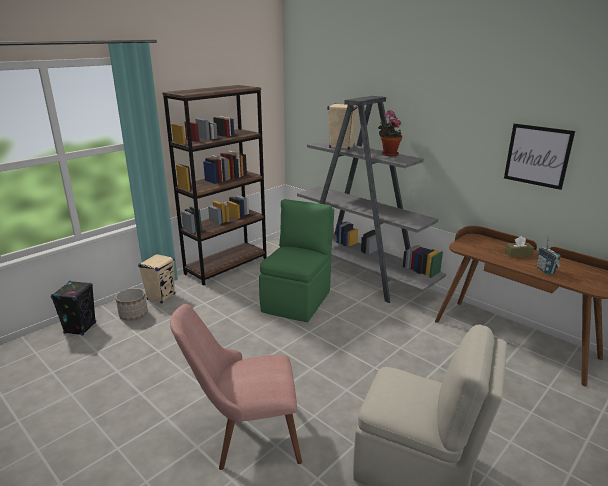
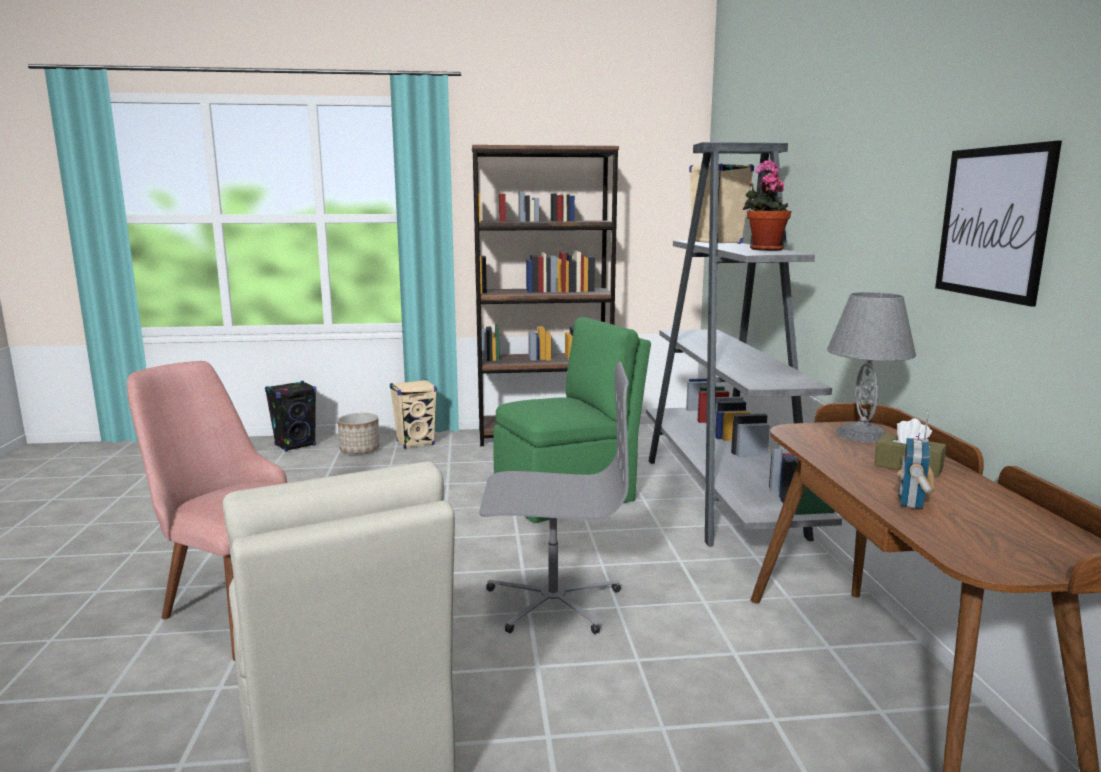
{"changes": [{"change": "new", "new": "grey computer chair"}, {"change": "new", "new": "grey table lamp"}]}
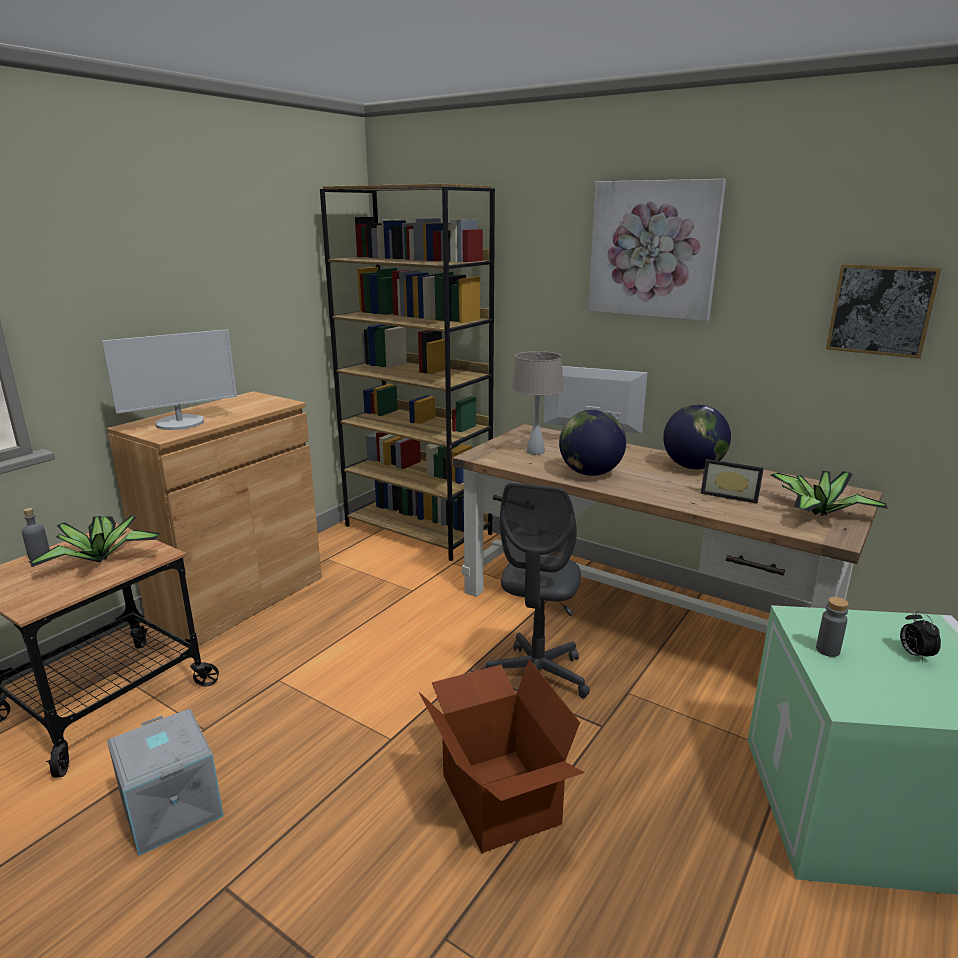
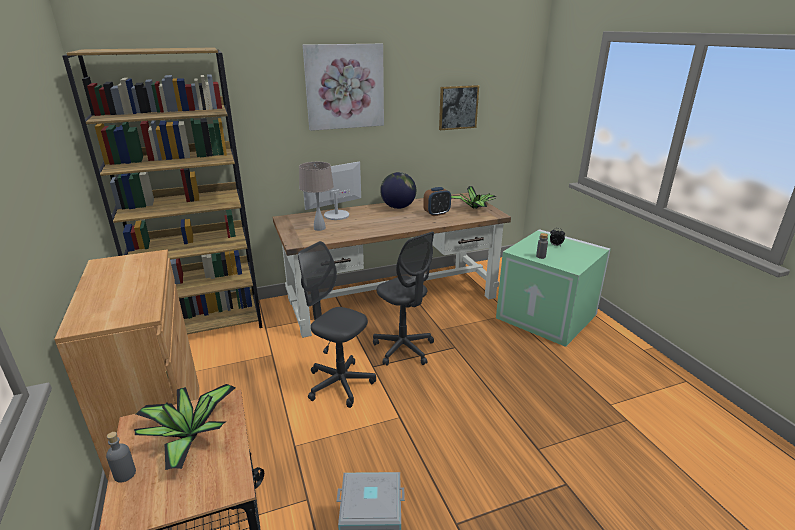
{"changes": [{"change": "new", "new": "grey computer chair (no. 1 from left)"}, {"change": "swapped", "old": "photo frame", "new": "alarm clock (no. 1 from left)"}, {"change": "gone", "old": "computer screen (no. 1 from left)"}, {"change": "gone", "old": "carton"}, {"change": "gone", "old": "globe (no. 1 from left)"}]}
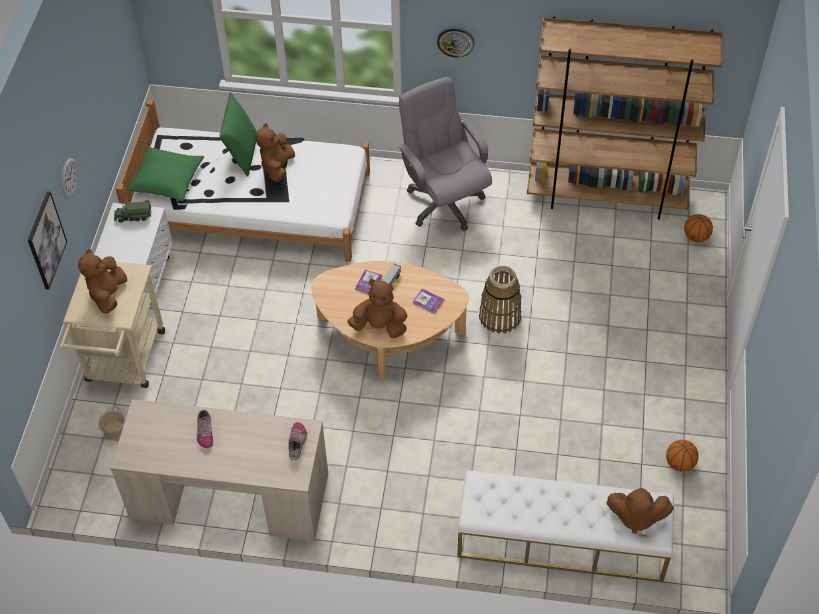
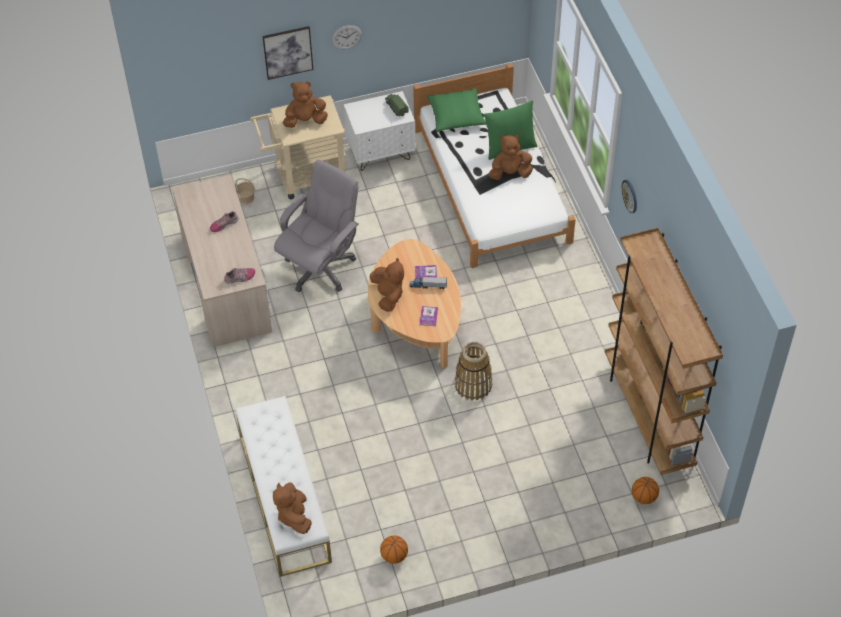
{"changes": [{"change": "shifted", "old": "grey computer chair"}]}
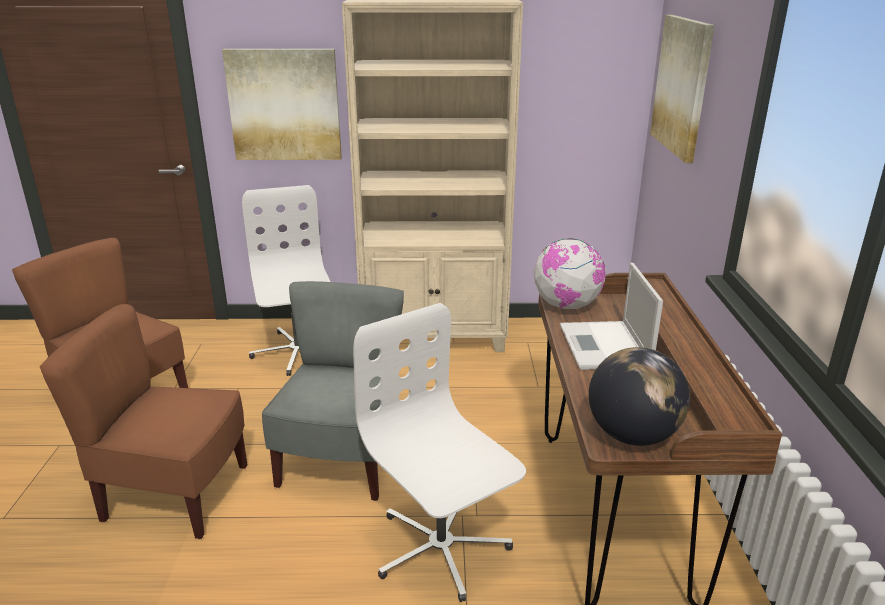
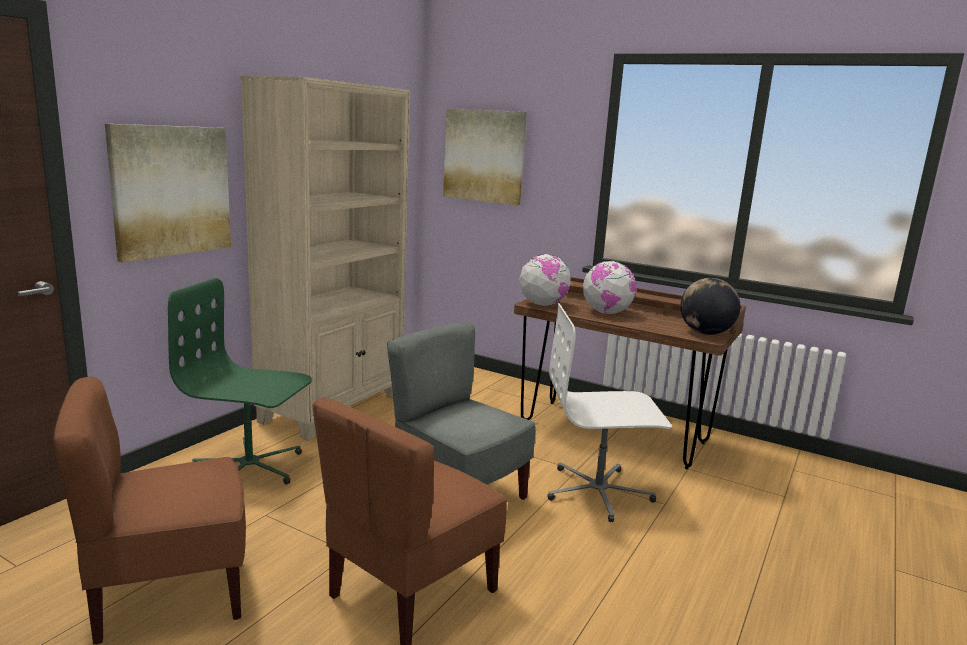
{"changes": [{"change": "repainted", "old": "whitish computer chair (no. 1 from left)", "new": "greenish computer chair"}, {"change": "swapped", "old": "laptop", "new": "globe (no. 2 from left)"}]}
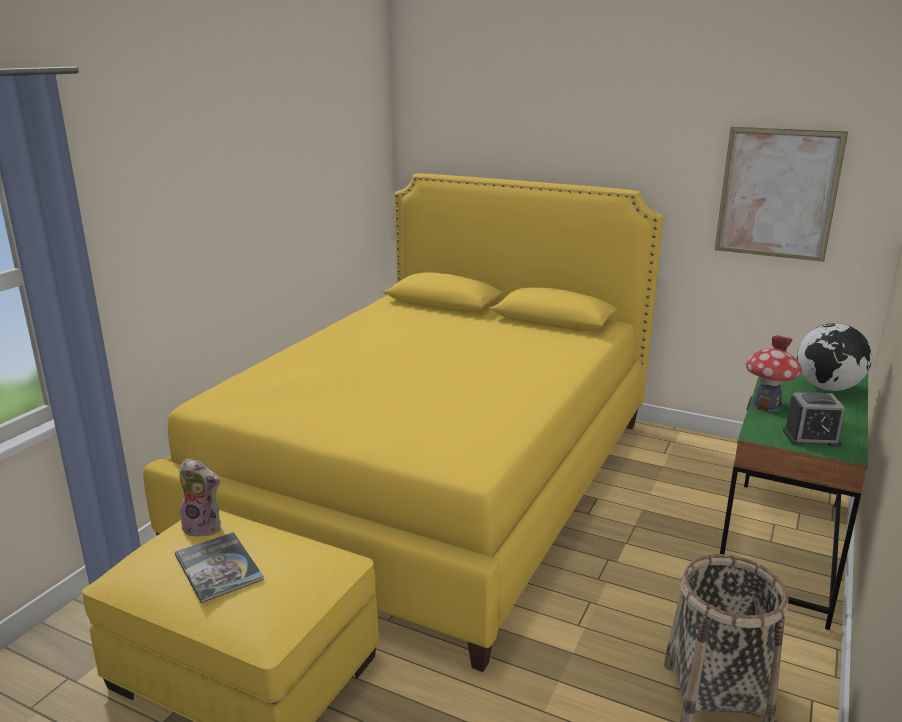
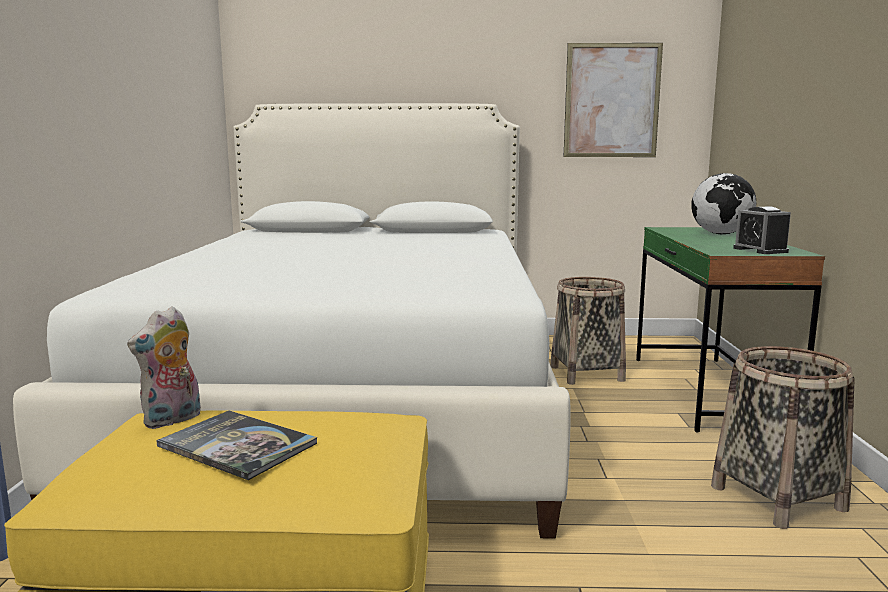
{"changes": [{"change": "repainted", "old": "yellow sleeping bed", "new": "whitish sleeping bed"}, {"change": "rotated", "old": "cuddly toy", "degrees": 135}, {"change": "new", "new": "household basket (no. 1 from left)"}, {"change": "rotated", "old": "alarm clock", "degrees": 90}, {"change": "gone", "old": "miniature house"}]}
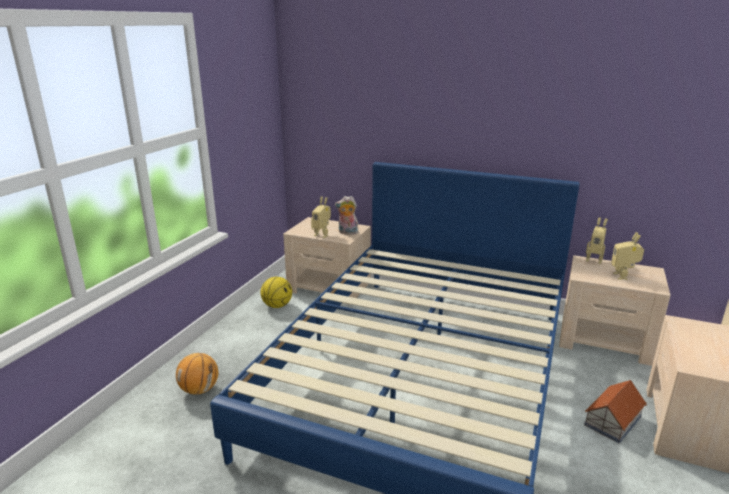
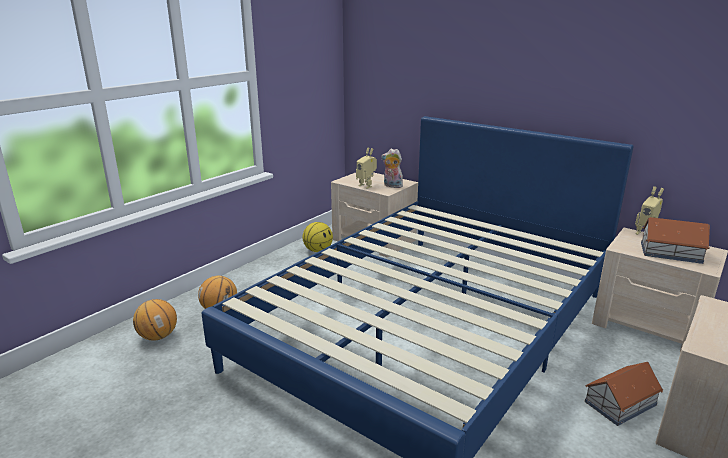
{"changes": [{"change": "new", "new": "basketball ball (no. 1 from left)"}, {"change": "swapped", "old": "robot figure (no. 3 from left)", "new": "miniature house (no. 2 from left)"}]}
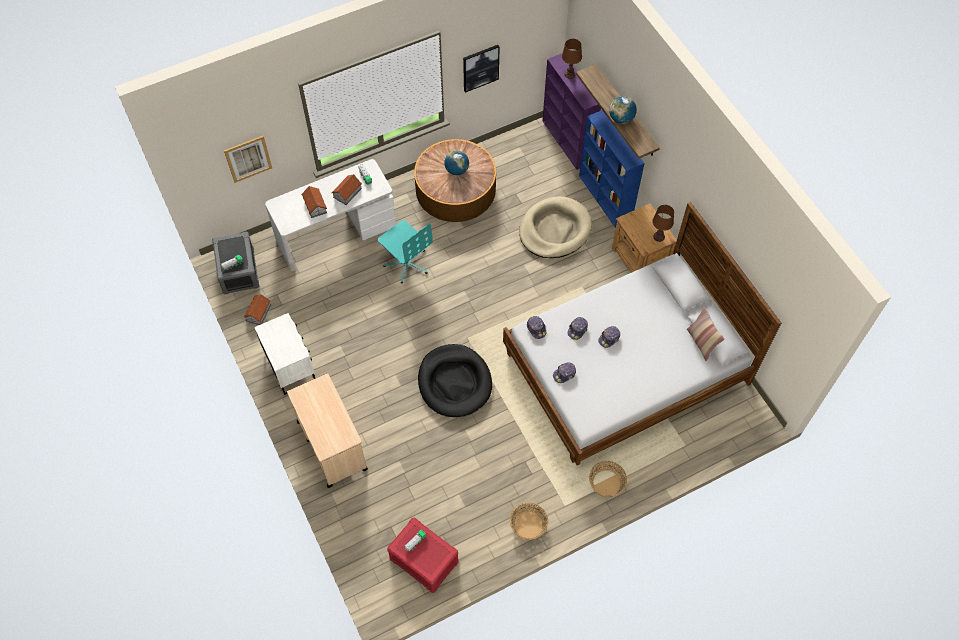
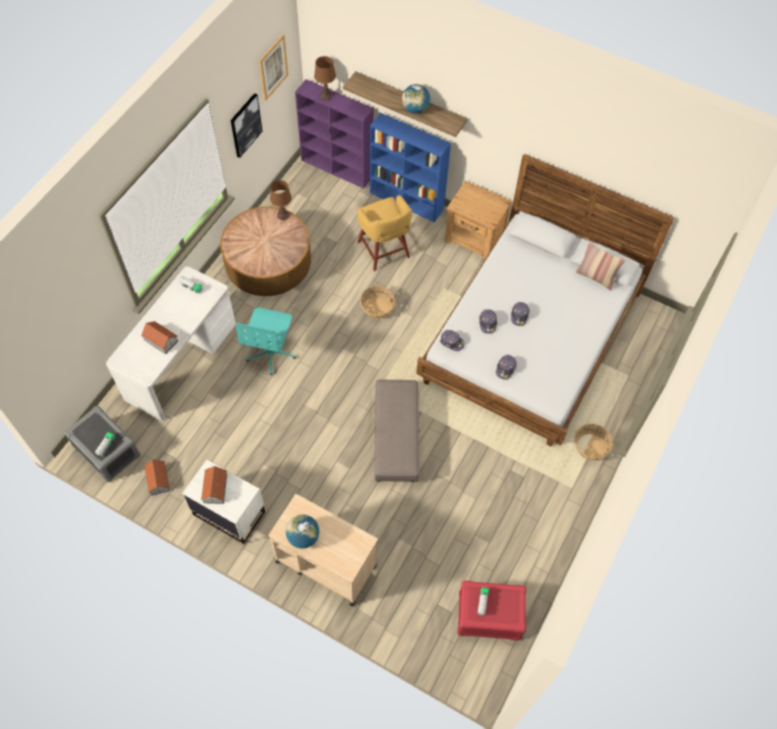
{"changes": [{"change": "shifted", "old": "miniature house (no. 3 from left)"}, {"change": "rotated", "old": "turquoise-coloured computer chair", "degrees": 90}, {"change": "shifted", "old": "wall art (no. 1 from left in the first image)", "new": "wall art (no. 2 from left)"}, {"change": "shifted", "old": "brownish table lamp (no. 2 from left in the first image)", "new": "brownish table lamp (no. 1 from left)"}, {"change": "shifted", "old": "globe (no. 1 from left)"}, {"change": "swapped", "old": "beige-coloured pet bed", "new": "yellow sitting stool"}, {"change": "shifted", "old": "household basket (no. 1 from left)"}, {"change": "swapped", "old": "black pet bed", "new": "grey ottoman"}]}
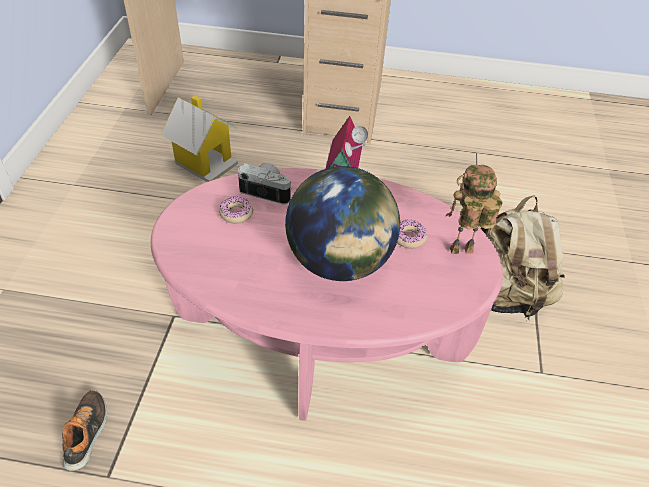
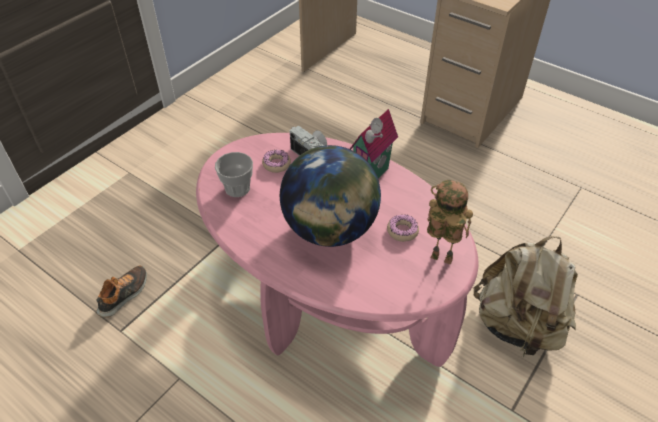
{"changes": [{"change": "new", "new": "drinking cup"}, {"change": "gone", "old": "miniature house (no. 1 from left)"}]}
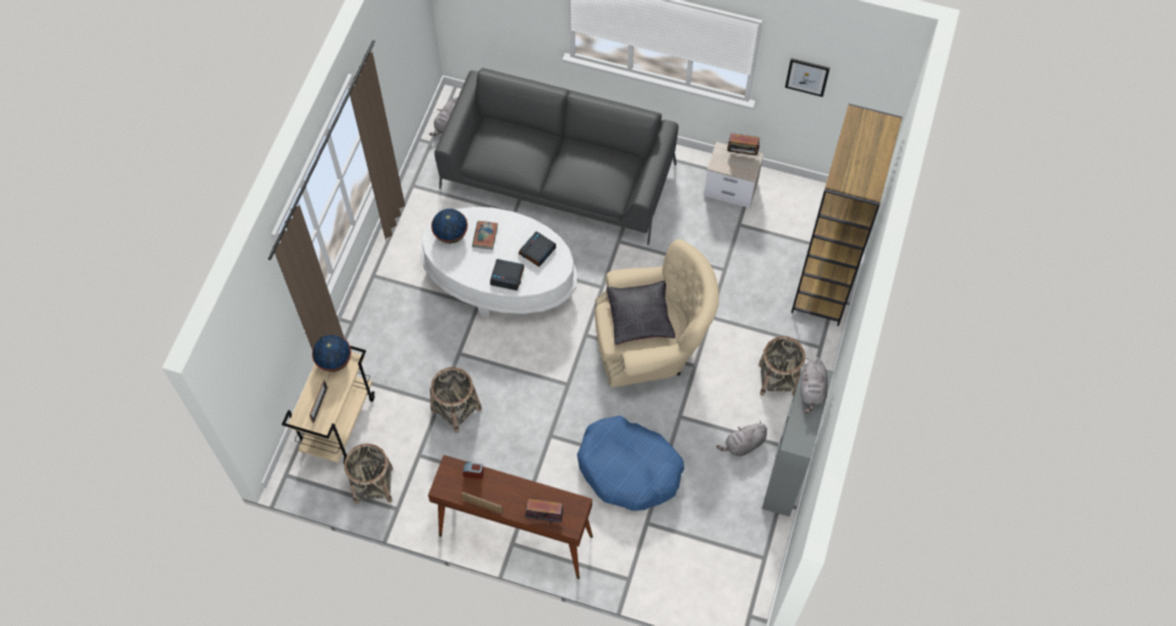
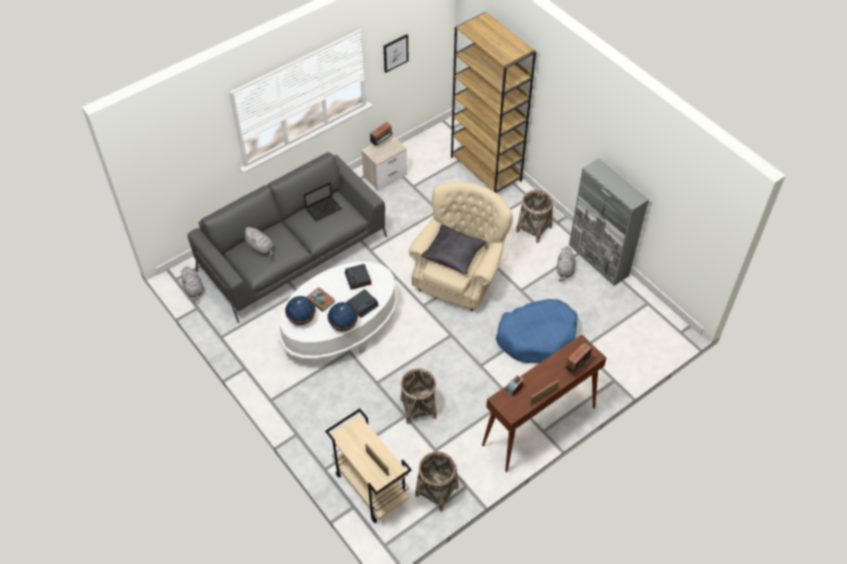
{"changes": [{"change": "shifted", "old": "grey cuddly toy (no. 3 from left in the first image)", "new": "grey cuddly toy (no. 2 from left)"}, {"change": "new", "new": "laptop"}, {"change": "shifted", "old": "globe (no. 1 from left in the first image)", "new": "globe (no. 2 from left)"}]}
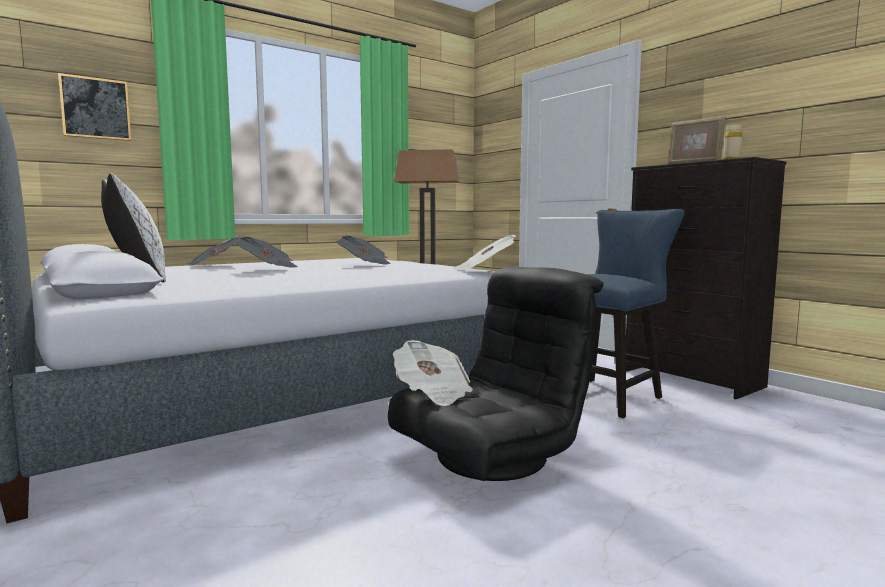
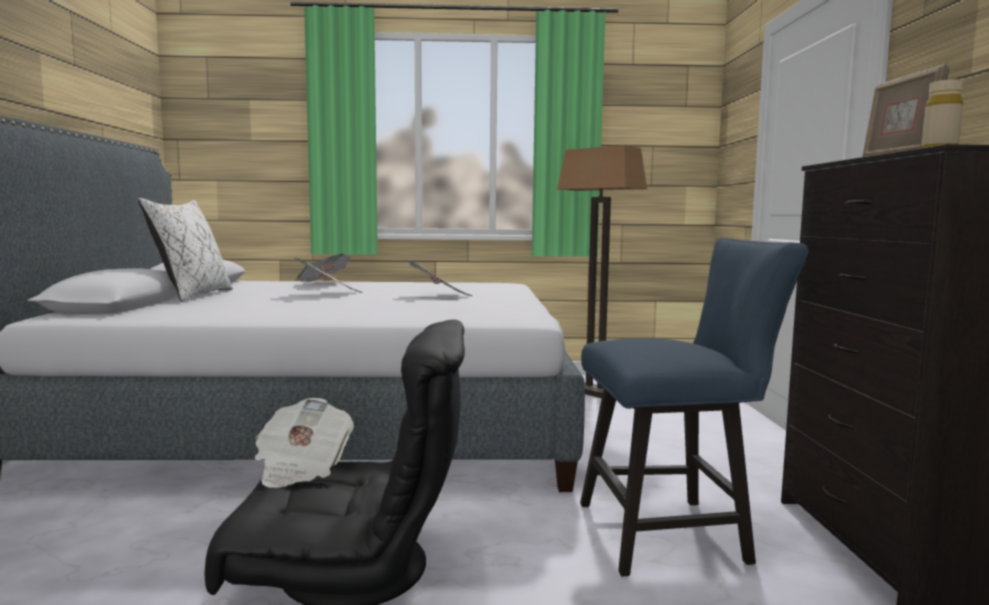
{"changes": [{"change": "gone", "old": "wall art"}, {"change": "gone", "old": "daily paper (no. 5 from left)"}]}
